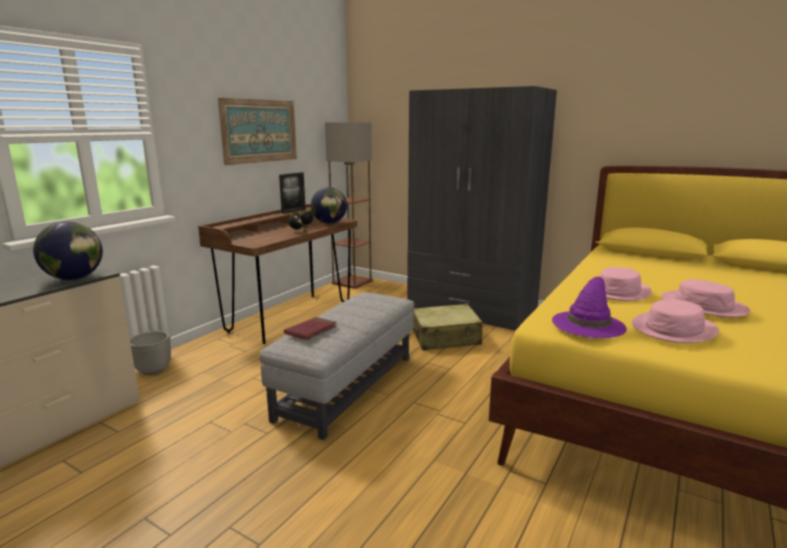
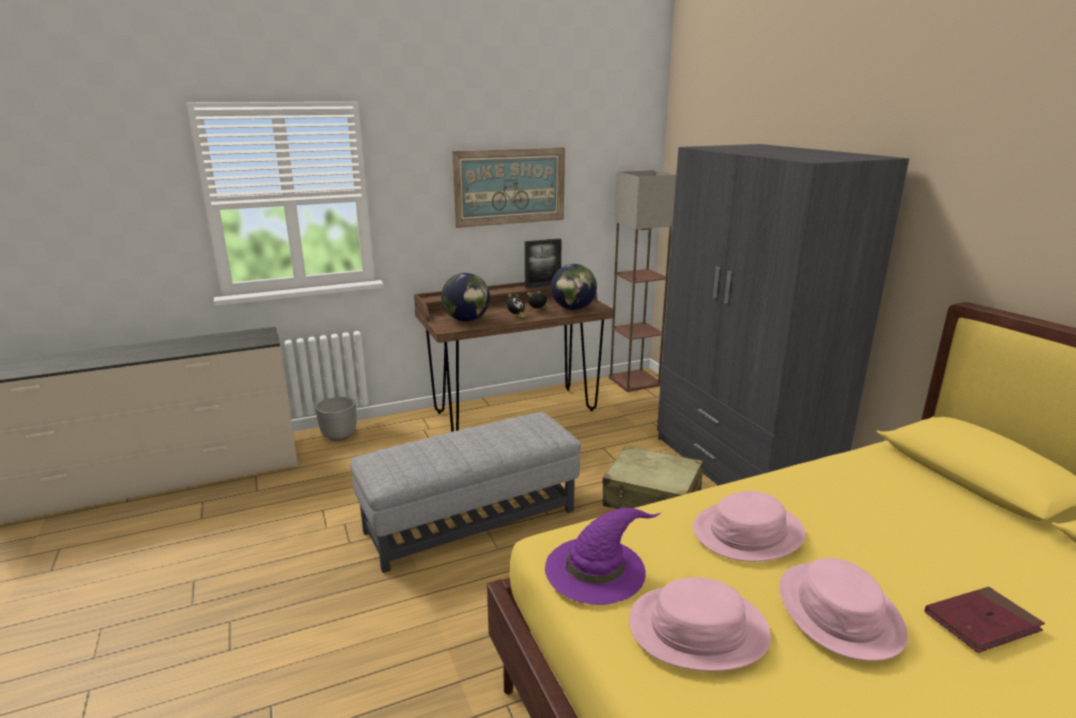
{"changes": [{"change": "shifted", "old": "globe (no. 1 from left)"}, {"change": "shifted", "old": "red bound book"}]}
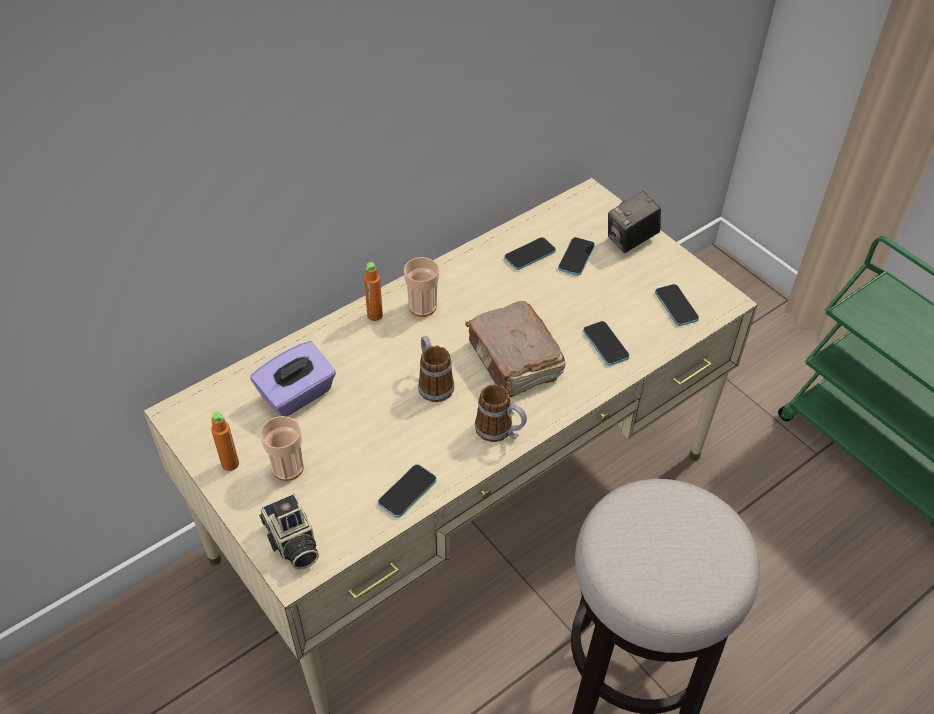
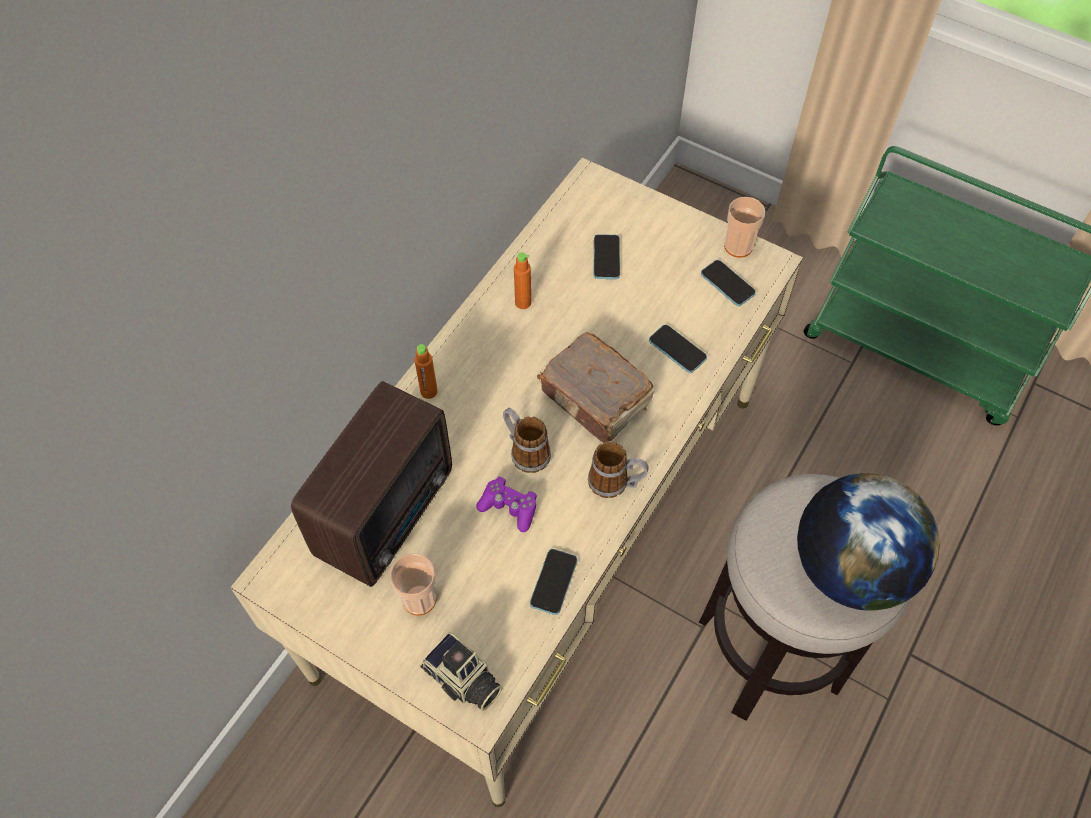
{"changes": [{"change": "swapped", "old": "purple-coloured tissue box", "new": "radio set"}, {"change": "new", "new": "purple-coloured joypad"}, {"change": "shifted", "old": "orangey beverage bottle (no. 1 from left in the first image)", "new": "orangey beverage bottle (no. 2 from left)"}, {"change": "shifted", "old": "drinking cup (no. 2 from left)"}, {"change": "new", "new": "globe"}, {"change": "gone", "old": "handset (no. 2 from left)"}, {"change": "gone", "old": "photo camera (no. 2 from left)"}]}
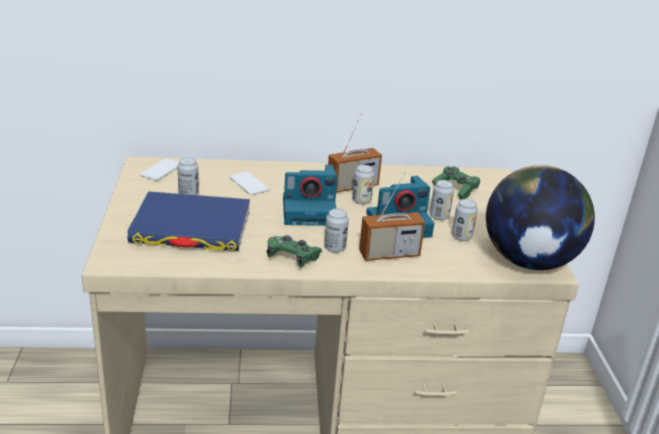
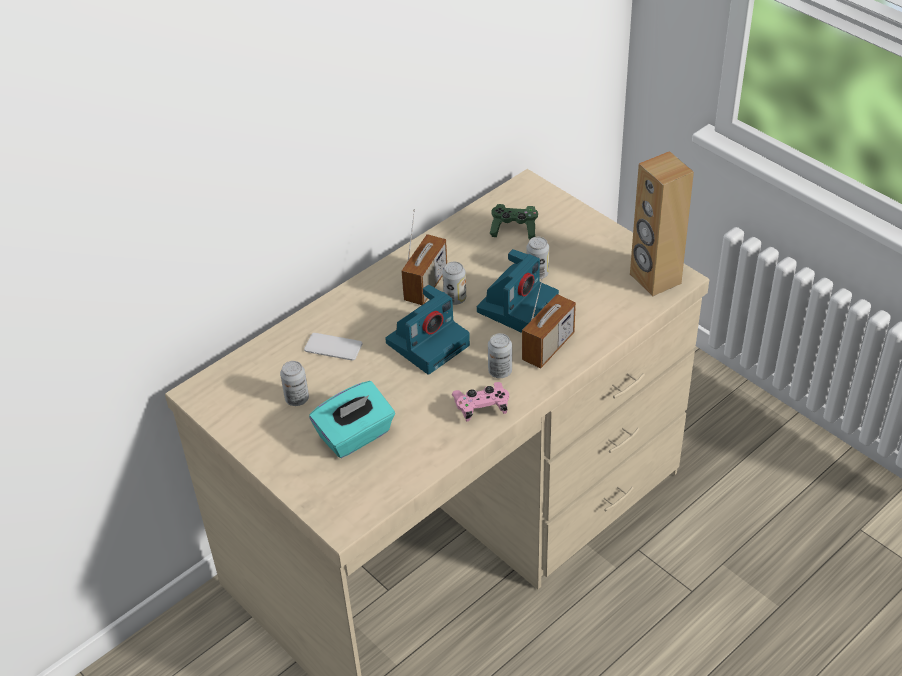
{"changes": [{"change": "swapped", "old": "blue-coloured bound book", "new": "turquoise-coloured tissue box"}, {"change": "repainted", "old": "greenish joypad (no. 1 from left)", "new": "pinkish joypad"}, {"change": "swapped", "old": "globe", "new": "brownish audio speaker"}, {"change": "gone", "old": "handset (no. 1 from left)"}, {"change": "gone", "old": "can (no. 5 from left)"}]}
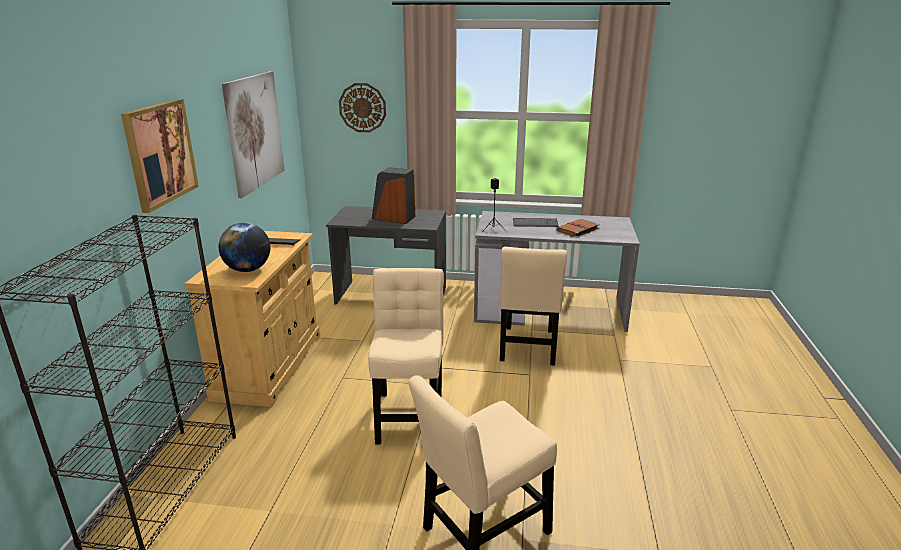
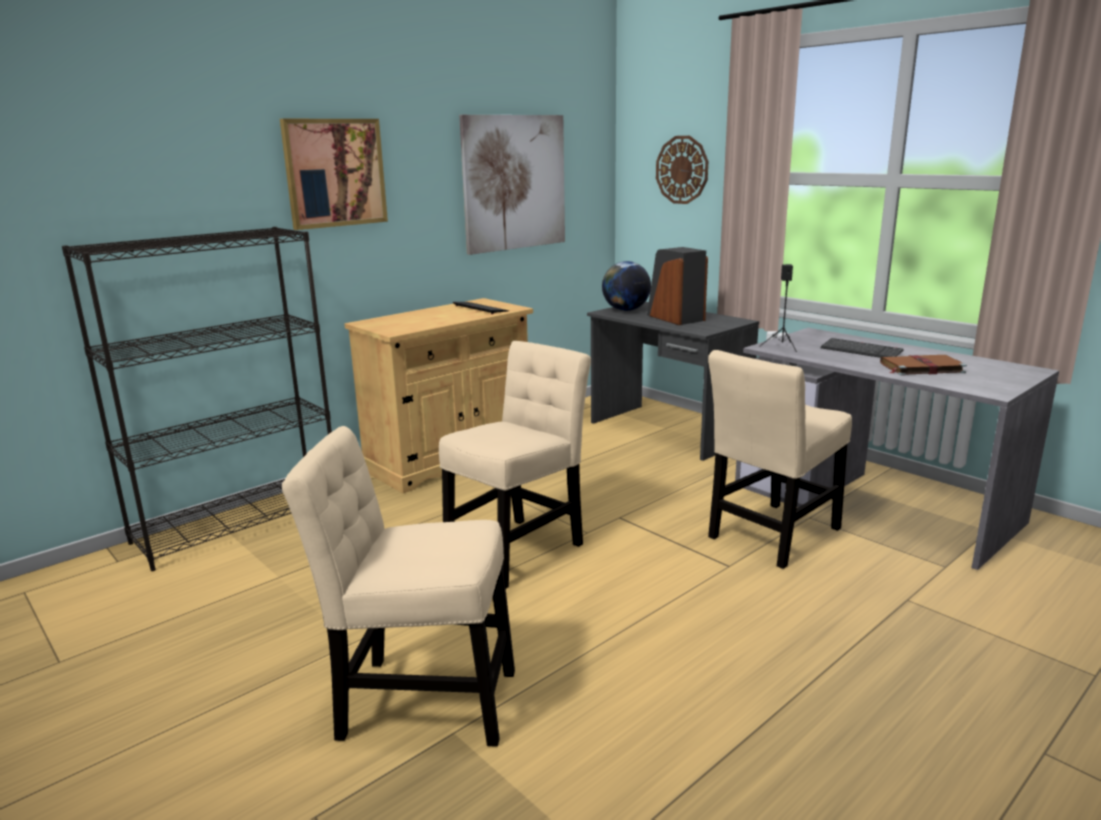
{"changes": [{"change": "shifted", "old": "globe"}]}
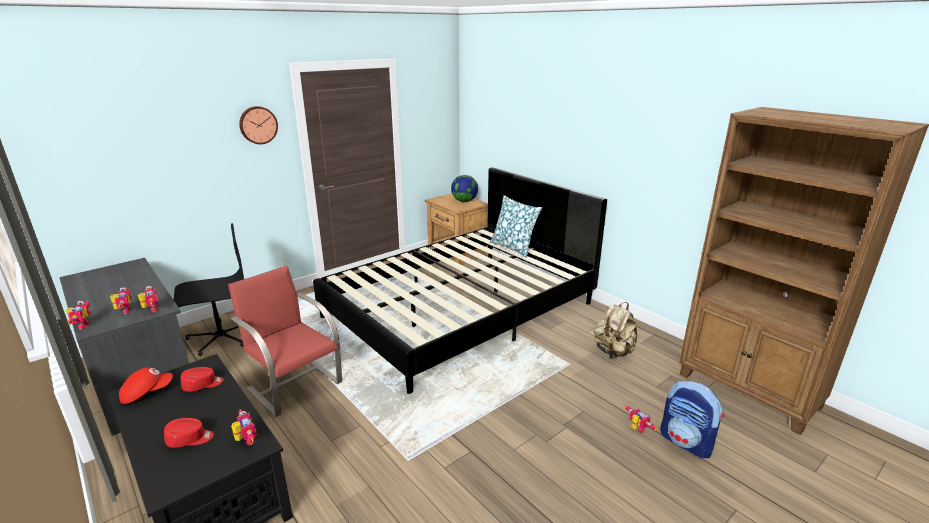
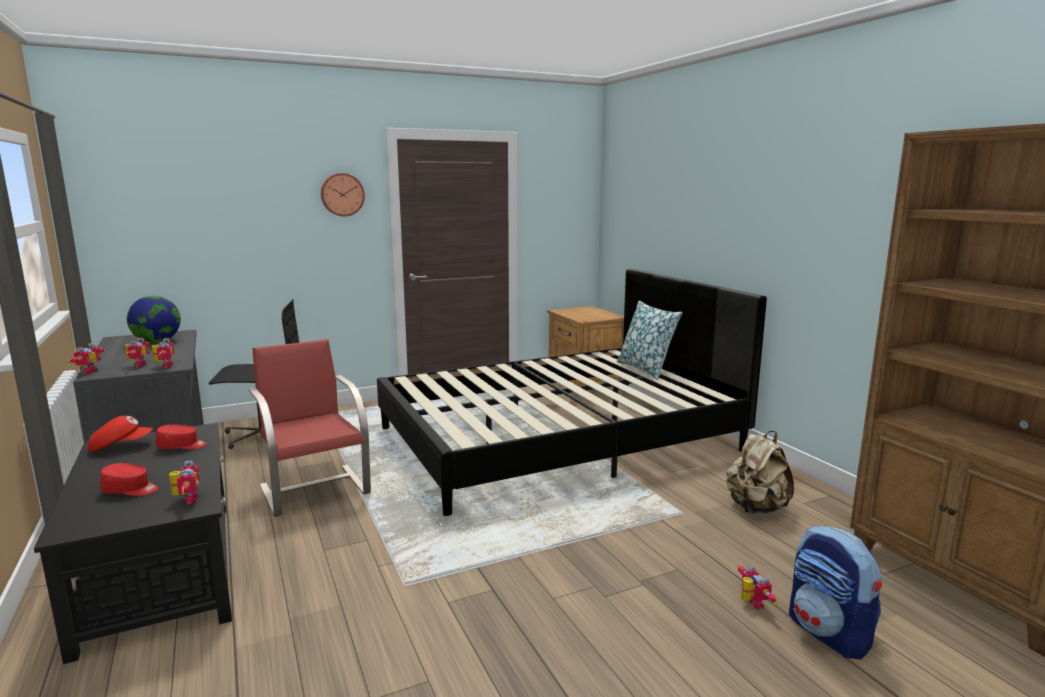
{"changes": [{"change": "shifted", "old": "globe"}]}
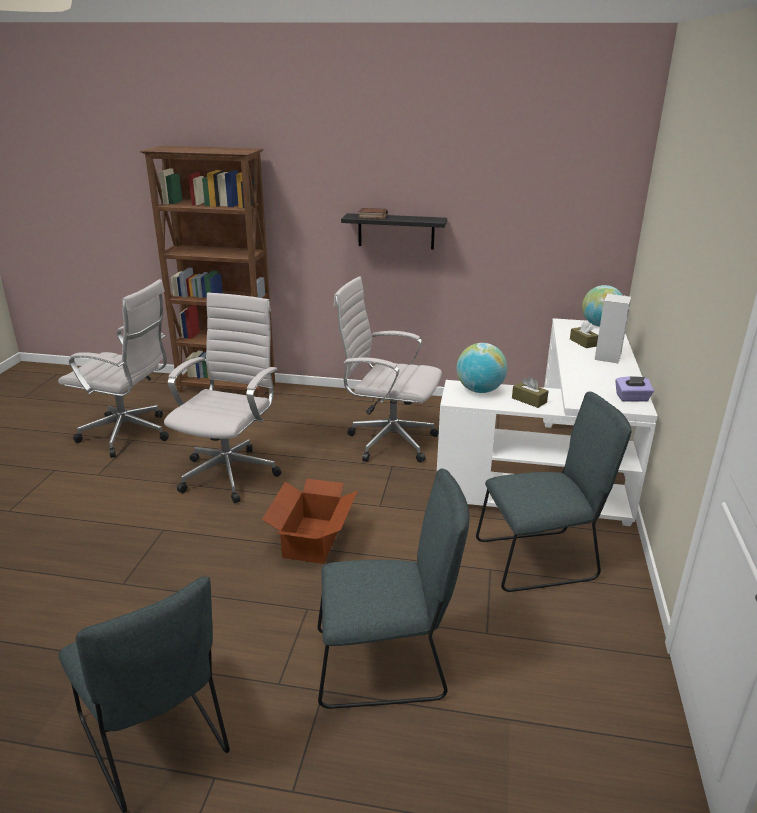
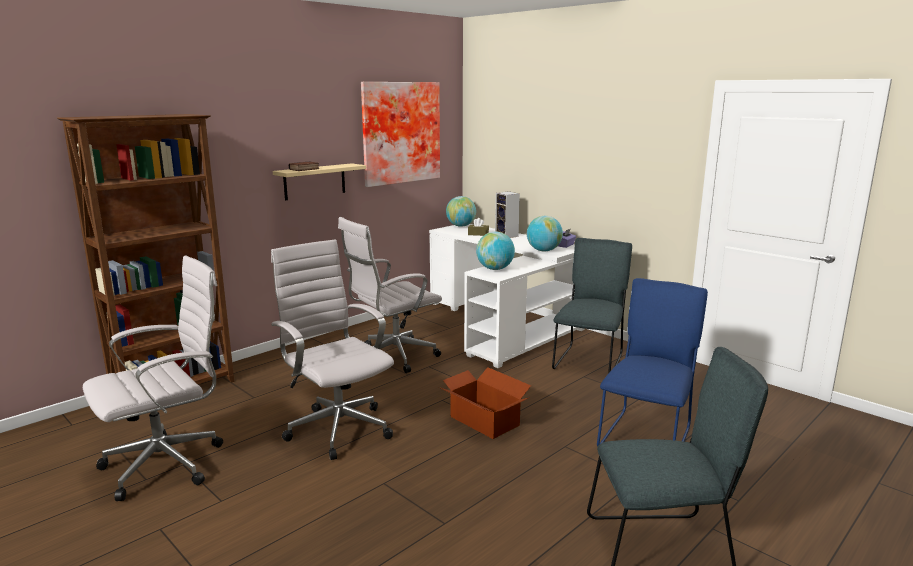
{"changes": [{"change": "repainted", "old": "black wall shelf", "new": "beige-coloured wall shelf"}, {"change": "new", "new": "wall art"}, {"change": "new", "new": "globe (no. 3 from left)"}, {"change": "repainted", "old": "grey chair (no. 2 from left)", "new": "blue-coloured chair"}, {"change": "gone", "old": "brownish tissue box (no. 1 from left)"}]}
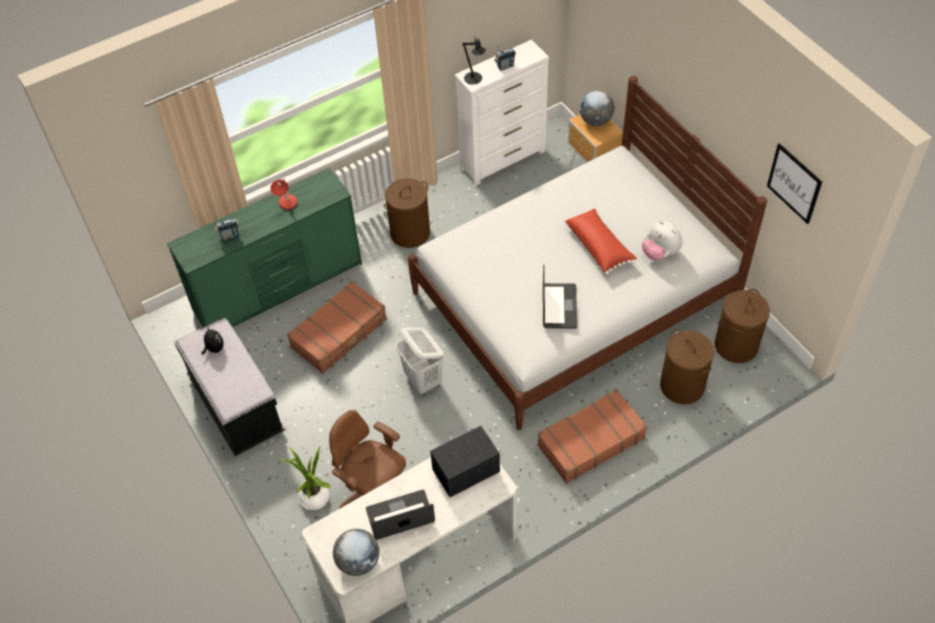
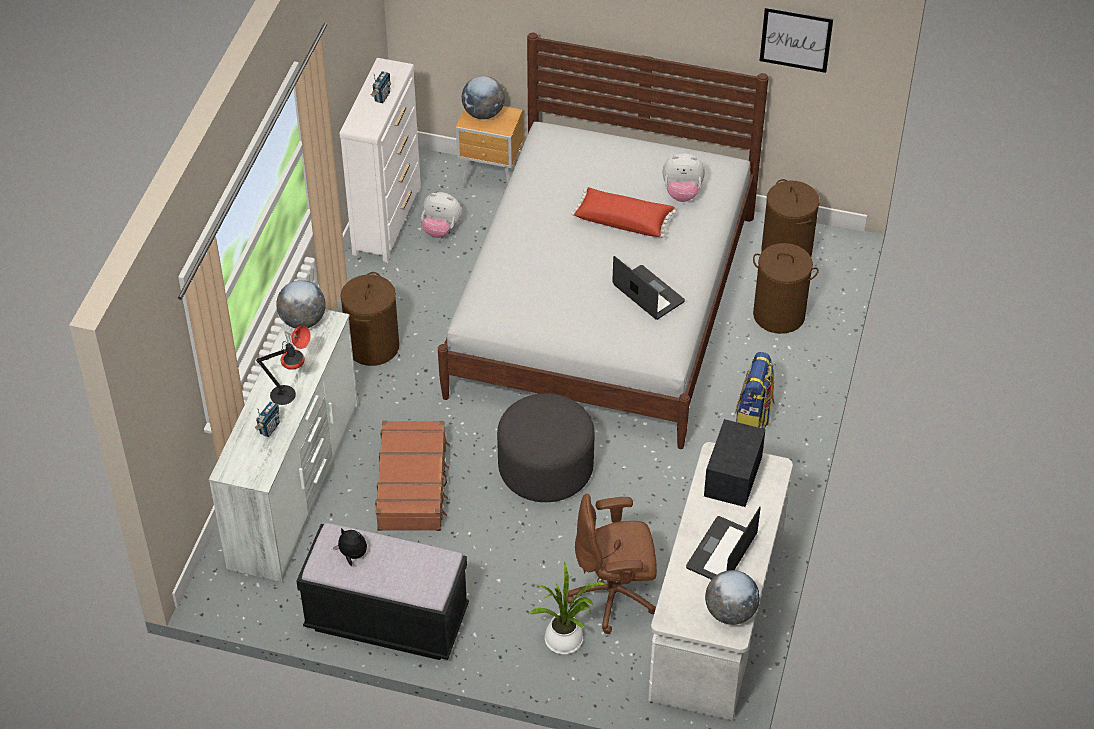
{"changes": [{"change": "repainted", "old": "greenish drawer chest", "new": "whitish drawer chest (no. 1 from left)"}, {"change": "shifted", "old": "black table lamp"}, {"change": "new", "new": "globe (no. 1 from left)"}, {"change": "new", "new": "cuddly toy (no. 2 from left)"}, {"change": "swapped", "old": "whitish laundry basket", "new": "grey ottoman"}, {"change": "swapped", "old": "brownish piece of luggage (no. 2 from left)", "new": "backpack"}]}
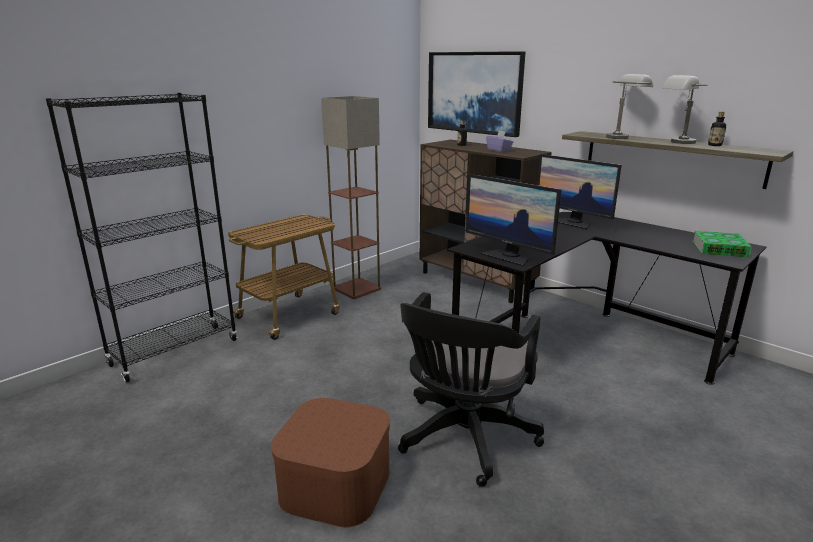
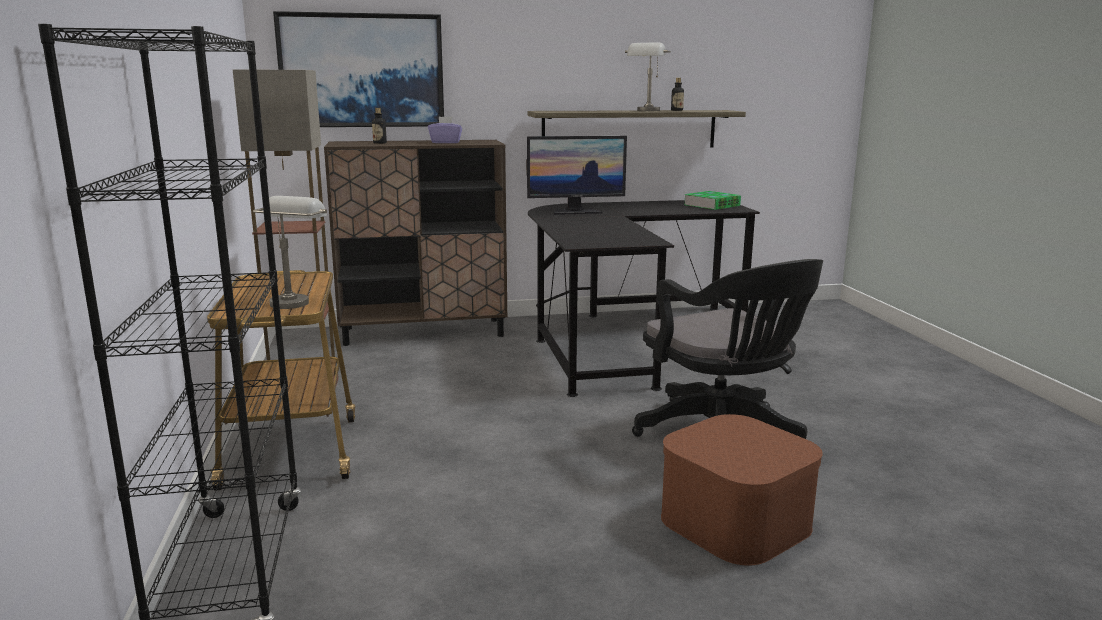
{"changes": [{"change": "shifted", "old": "grey table lamp (no. 1 from left)"}, {"change": "gone", "old": "computer screen (no. 1 from left)"}]}
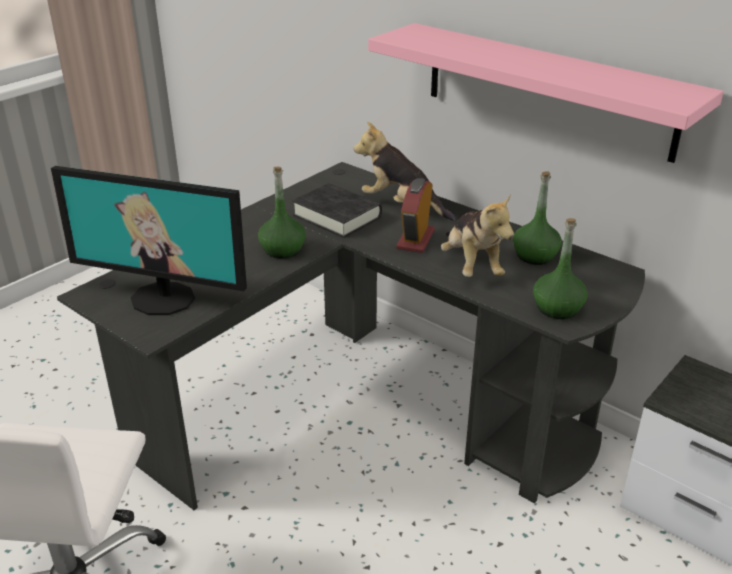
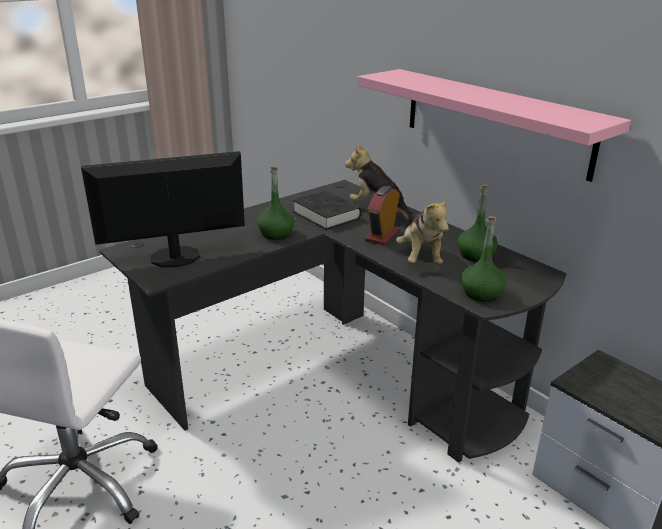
{"changes": [{"change": "rotated", "old": "computer screen", "degrees": 135}]}
